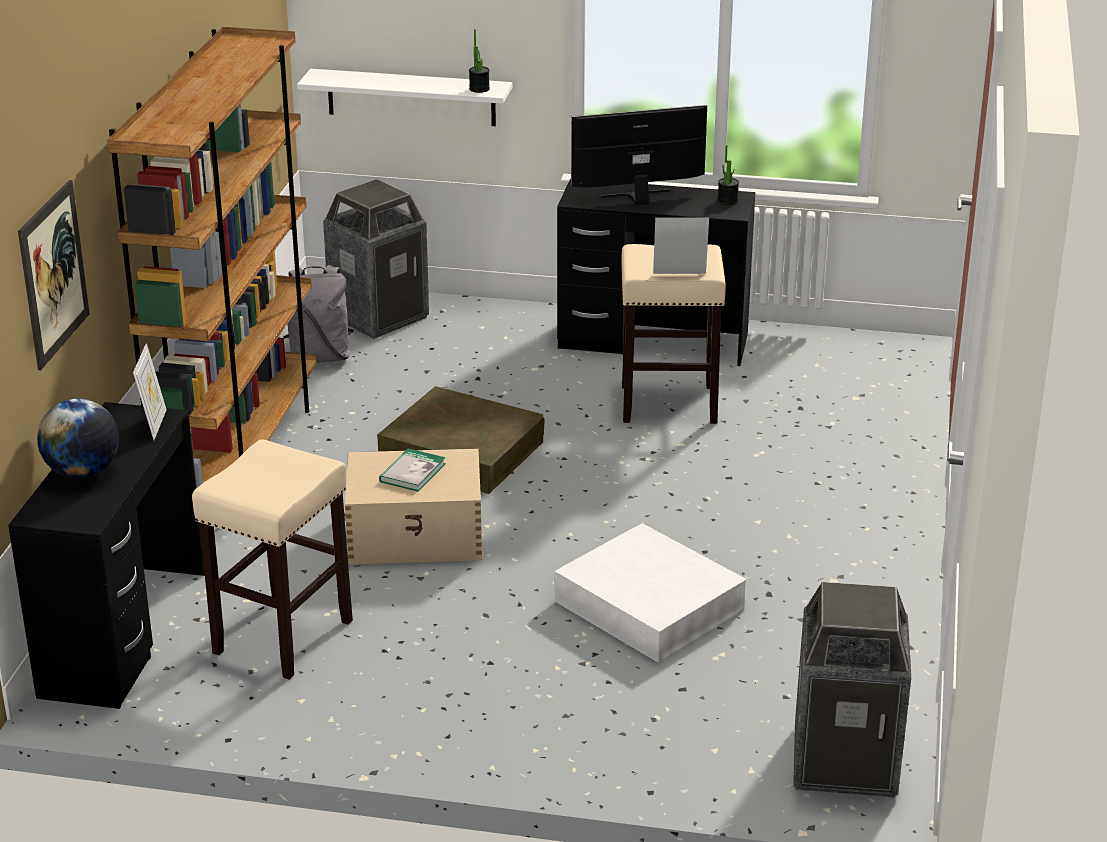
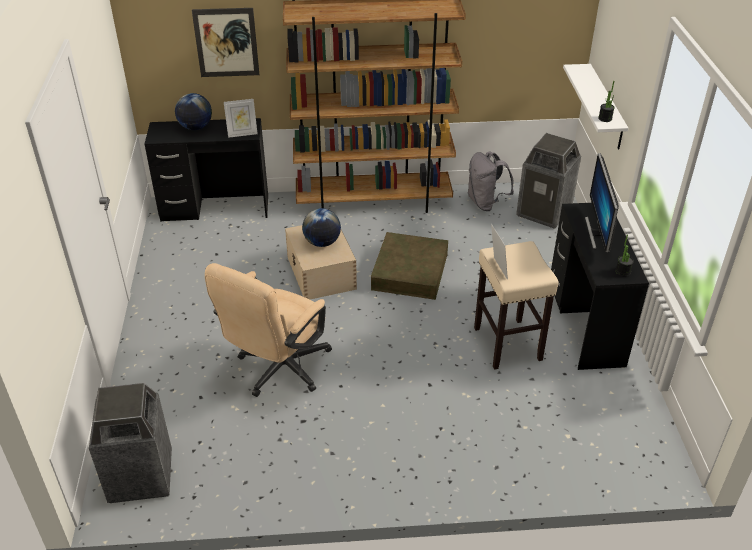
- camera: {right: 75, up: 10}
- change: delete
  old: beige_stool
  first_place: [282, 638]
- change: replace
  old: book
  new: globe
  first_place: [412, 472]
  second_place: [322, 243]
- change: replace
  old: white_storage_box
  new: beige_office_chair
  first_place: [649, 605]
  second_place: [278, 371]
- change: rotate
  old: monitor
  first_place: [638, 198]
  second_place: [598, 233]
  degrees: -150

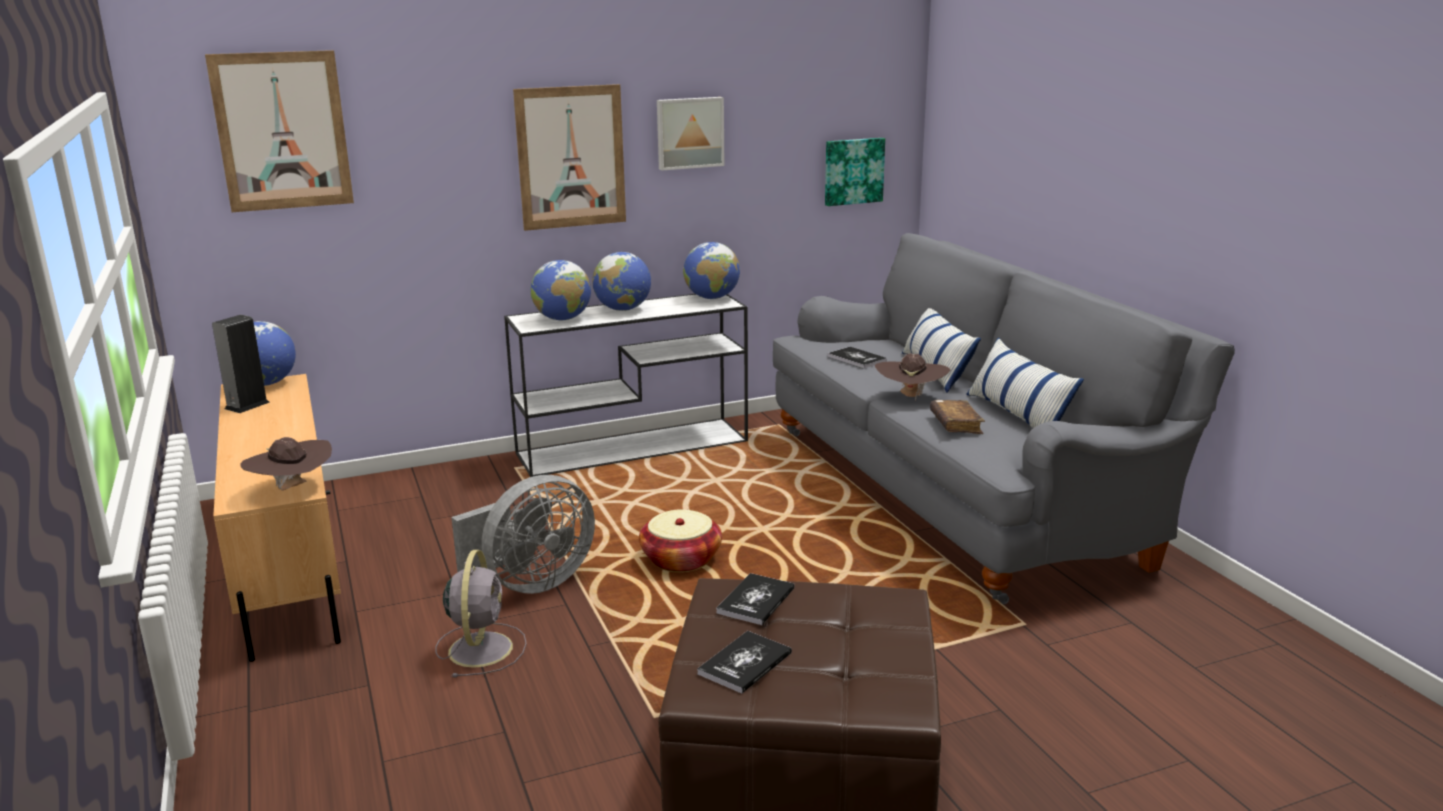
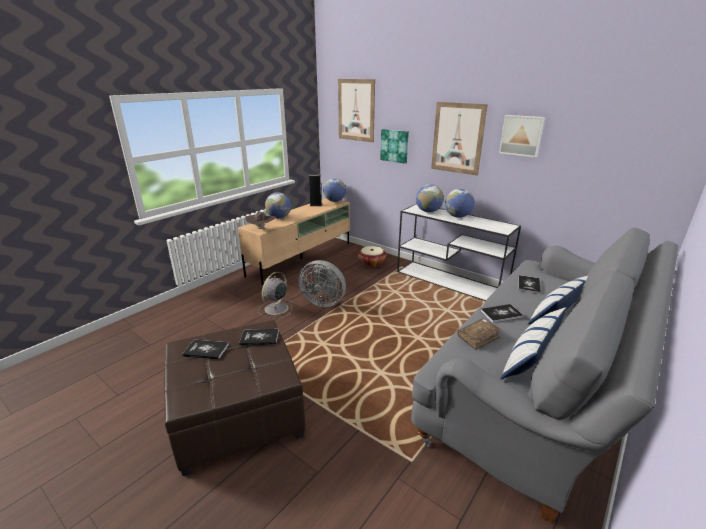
- camera: {right: 60, up: 5}
- change: move
  old: basket
  first_place: [681, 559]
  second_place: [371, 263]
- change: move
  old: globe
  first_place: [712, 298]
  second_place: [279, 217]
- change: move
  old: picture
  first_place: [853, 171]
  second_place: [394, 145]
- change: replace
  old: brown_hat
  new: book
  first_place: [911, 396]
  second_place: [501, 314]
- change: rotate
  old: grey_fan
  first_place: [481, 648]
  second_place: [275, 309]
  degrees: 150

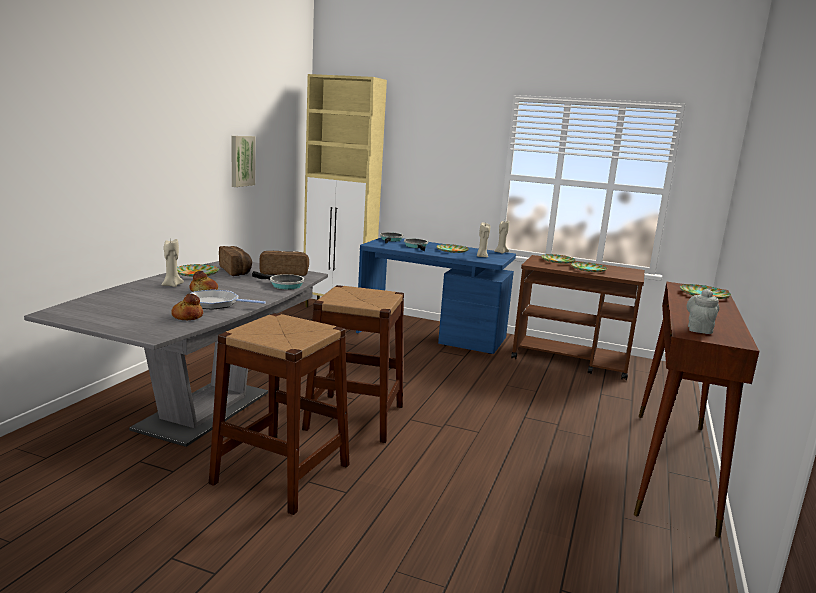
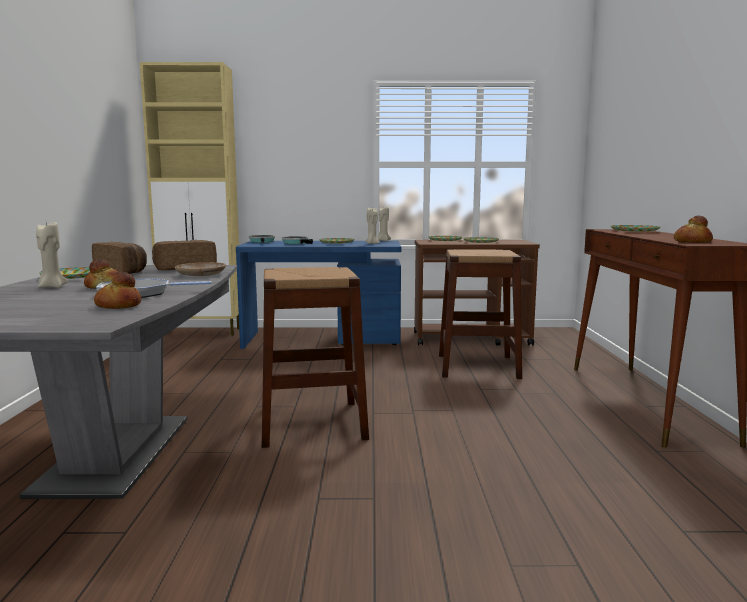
- camera: {right: -20, up: -5}
- change: delete
  old: picture
  first_place: [241, 161]
- change: move
  old: brown_stool
  first_place: [282, 474]
  second_place: [478, 366]
- change: replace
  old: frying_pan
  new: beige_plate
  first_place: [283, 285]
  second_place: [201, 275]
- change: replace
  old: grey_teapot
  new: bread
  first_place: [699, 329]
  second_place: [691, 241]

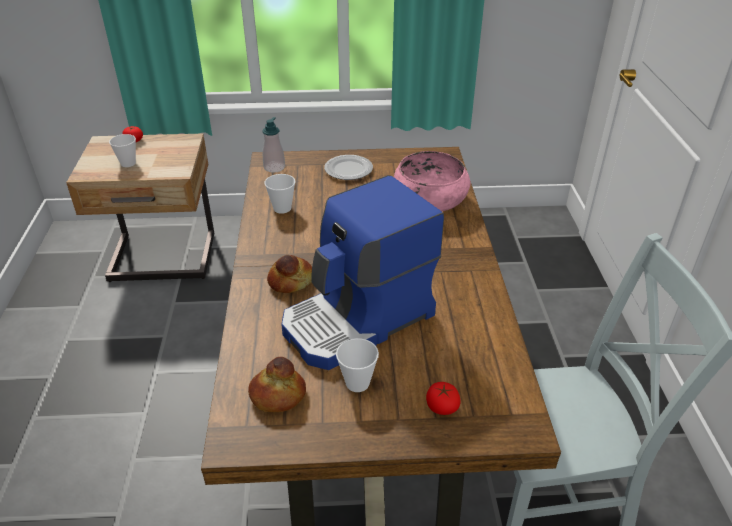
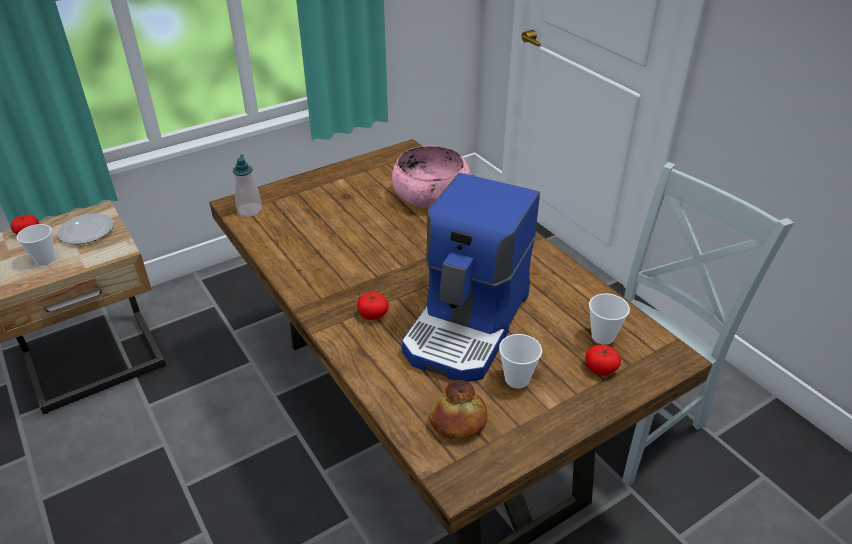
- camera: {right: -30, up: 0}
- change: move
  old: cup
  first_place: [282, 208]
  second_place: [602, 336]
- change: move
  old: plate
  first_place: [348, 170]
  second_place: [86, 231]
- change: replace
  old: bread
  new: tomato
  first_place: [291, 281]
  second_place: [373, 314]

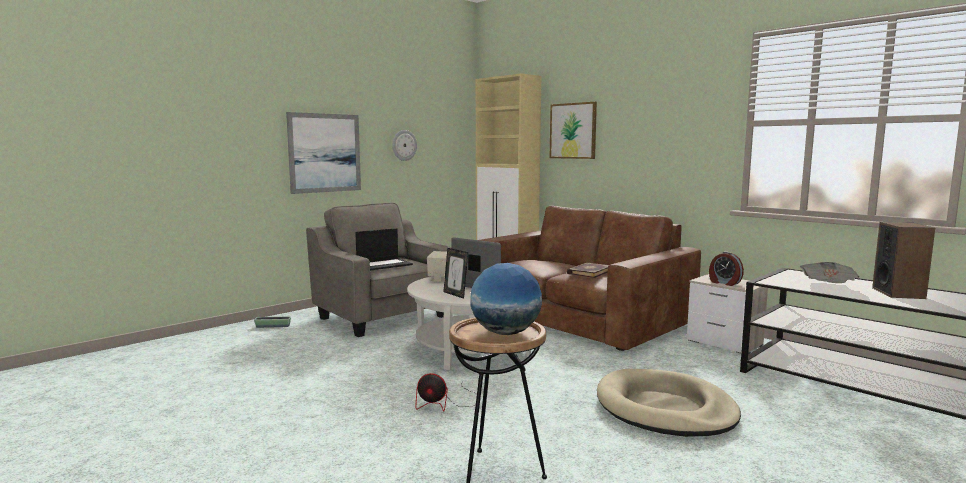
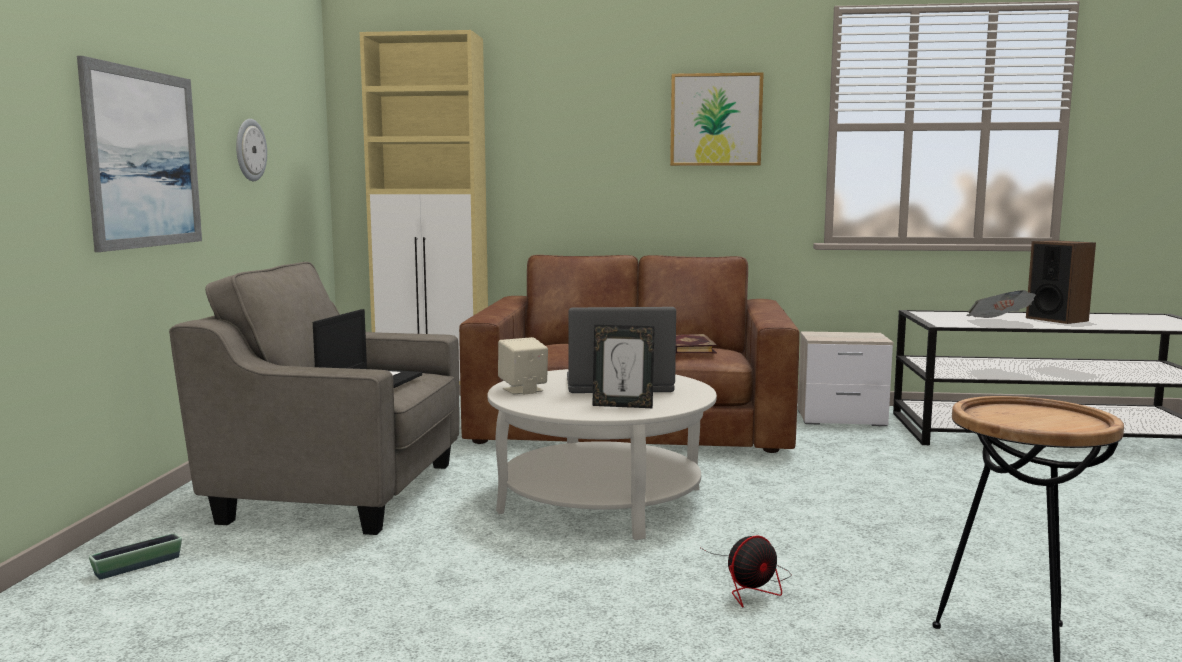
- camera: {right: -40, up: 0}
- change: delete
  old: globe
  first_place: [505, 333]
- change: delete
  old: beige_dog_bed
  first_place: [665, 408]
- change: delete
  old: alarm_clock
  first_place: [724, 283]
- change: move
  old: picture
  first_place: [573, 131]
  second_place: [716, 120]

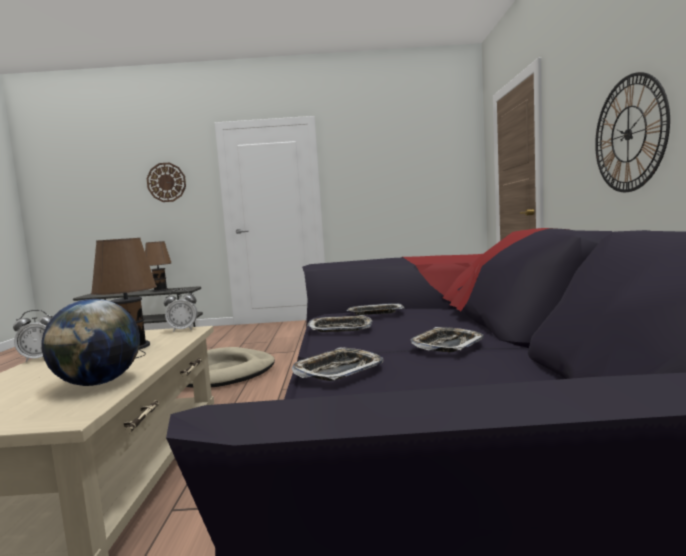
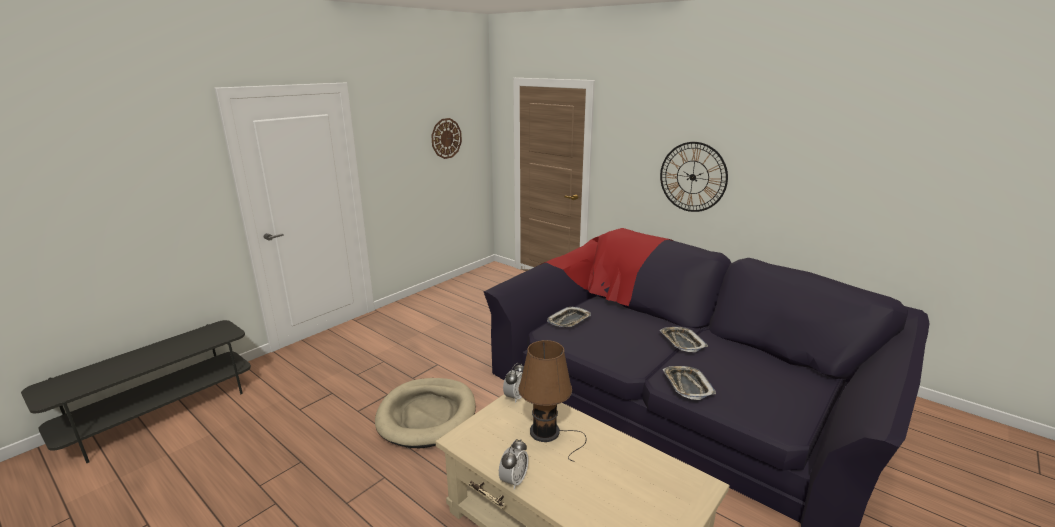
- camera: {right: -50, up: 15}
- change: delete
  old: globe
  first_place: [98, 383]
- change: delete
  old: brown_table_lamp
  first_place: [162, 290]
- change: delete
  old: tray
  first_place: [340, 328]
- change: move
  old: wall_clock
  first_place: [166, 182]
  second_place: [446, 138]

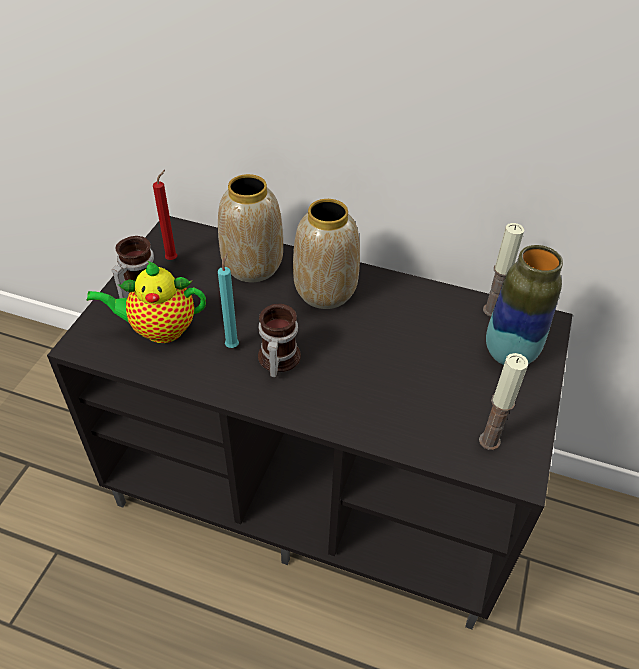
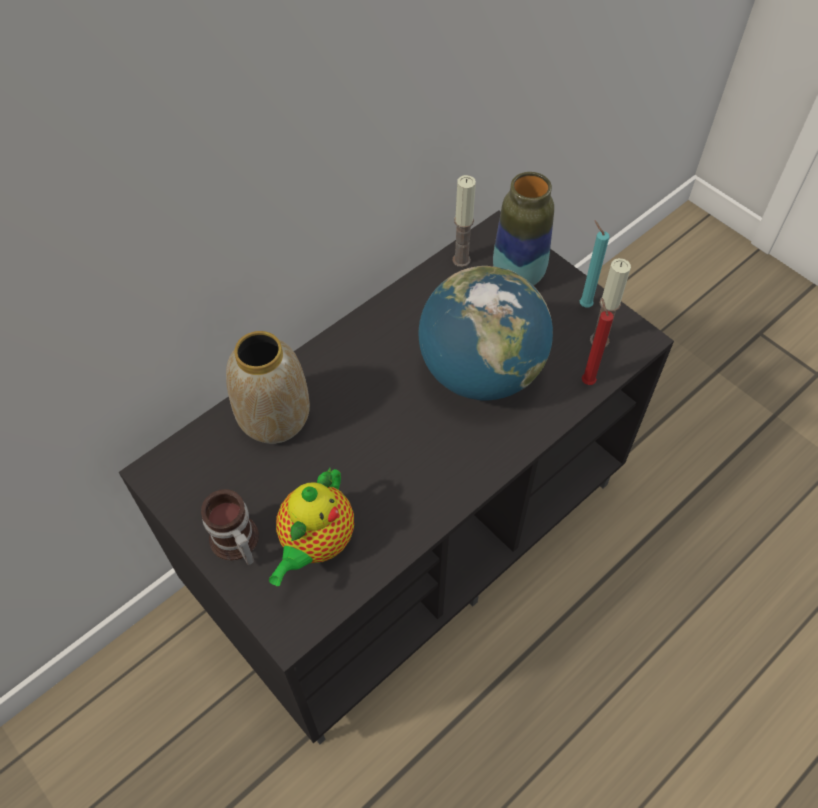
- camera: {right: -60, up: 10}
- change: delete
  old: mug
  first_place: [276, 359]
- change: delete
  old: vase
  first_place: [324, 292]
- change: insert
  new: globe
  second_place: [480, 372]
- change: move
  old: red_candle
  first_place: [173, 259]
  second_place: [586, 380]
- change: move
  old: turquoise_candle
  first_place: [233, 345]
  second_place: [583, 304]

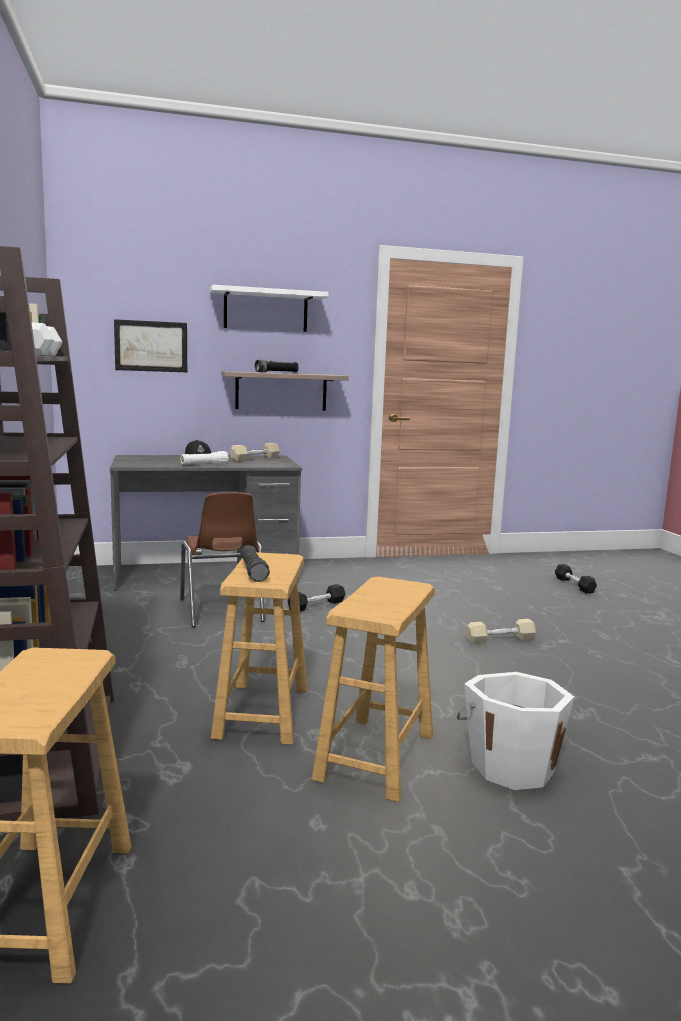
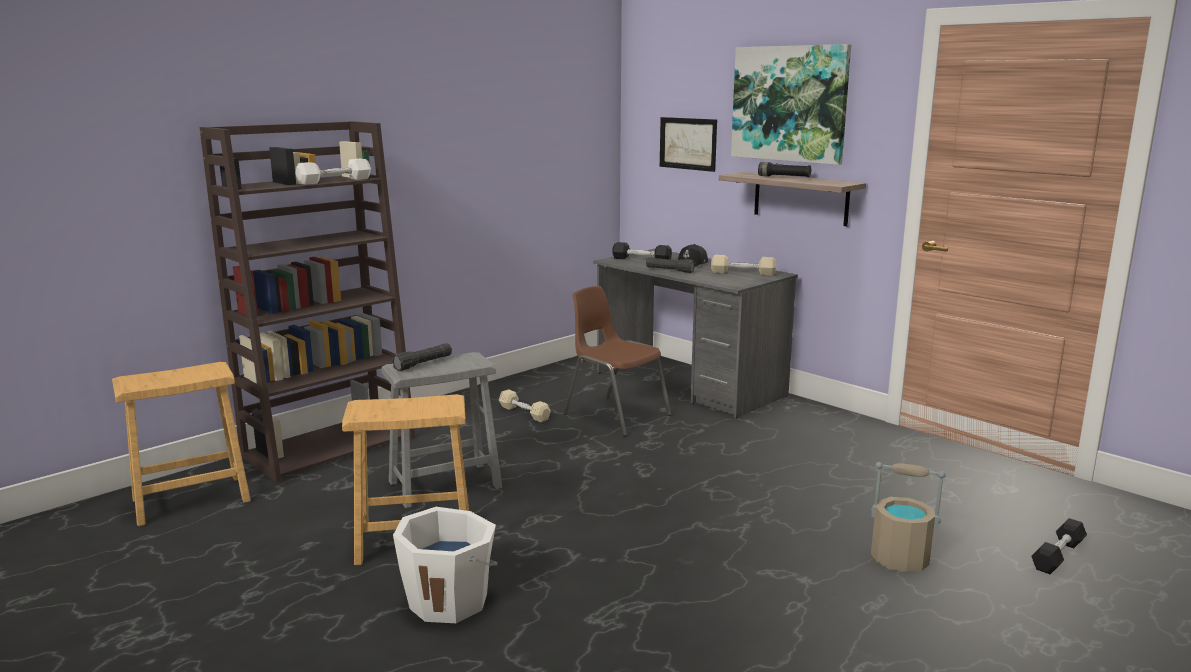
- camera: {right: 60, up: 5}
- change: insert
  new: beige_bucket
  second_place: [900, 559]
- change: move
  old: black_dumbbell
  first_place: [316, 605]
  second_place: [641, 259]
- change: move
  old: beige_dumbbell
  first_place: [500, 639]
  second_place: [524, 413]
- change: replace
  old: white_shelf
  new: picture
  first_place: [265, 310]
  second_place: [789, 103]
- change: recolor
  old: white_flashlight
  new: black_flashlight
  first_place: [204, 464]
  second_place: [669, 270]
- change: recolor
  old: brown_stool
  new: grey_stool
  first_place: [262, 712]
  second_place: [444, 484]
- change: rotate
  old: brown_chair
  first_place: [221, 611]
  second_place: [615, 415]
  degrees: 90

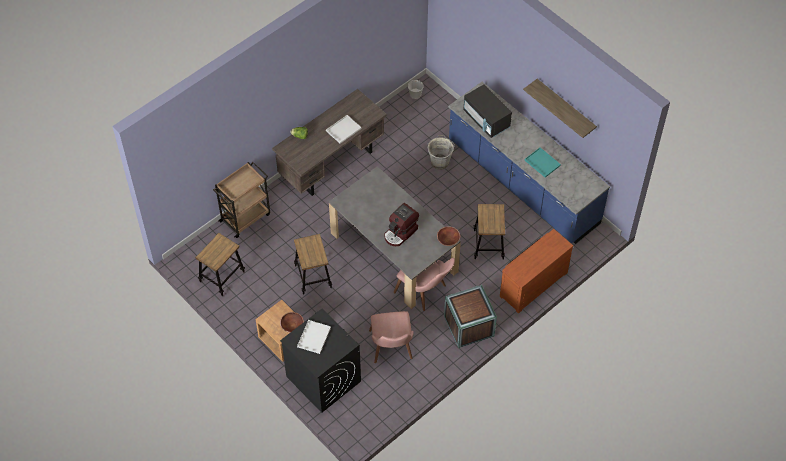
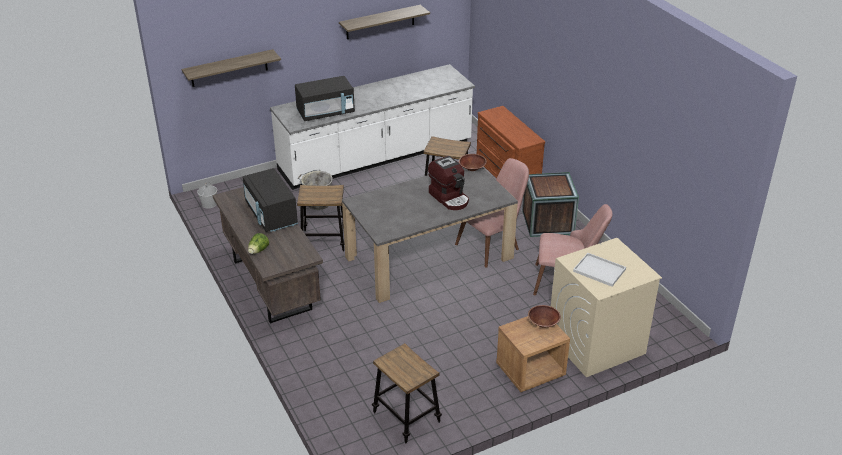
- camera: {right: -75, up: -20}
- change: delete
  old: brown_cart
  first_place: [246, 217]
- change: delete
  old: turquoise_tray
  first_place: [541, 162]
- change: insert
  new: shelf
  second_place: [229, 68]
- change: move
  old: stool
  first_place: [313, 276]
  second_place: [324, 240]
- change: replace
  old: white_tray
  new: black_microwave
  first_place: [343, 130]
  second_place: [271, 215]
- change: recolor
  old: black_washing_machine
  new: beige_washing_machine
  first_place: [323, 378]
  second_place: [595, 344]
- change: recolor
  old: blue_counter
  new: white_counter
  first_place: [522, 182]
  second_place: [376, 157]

